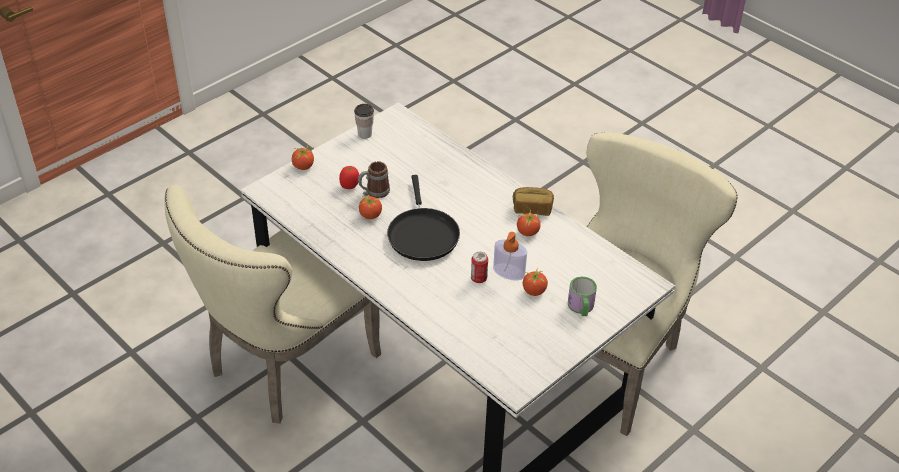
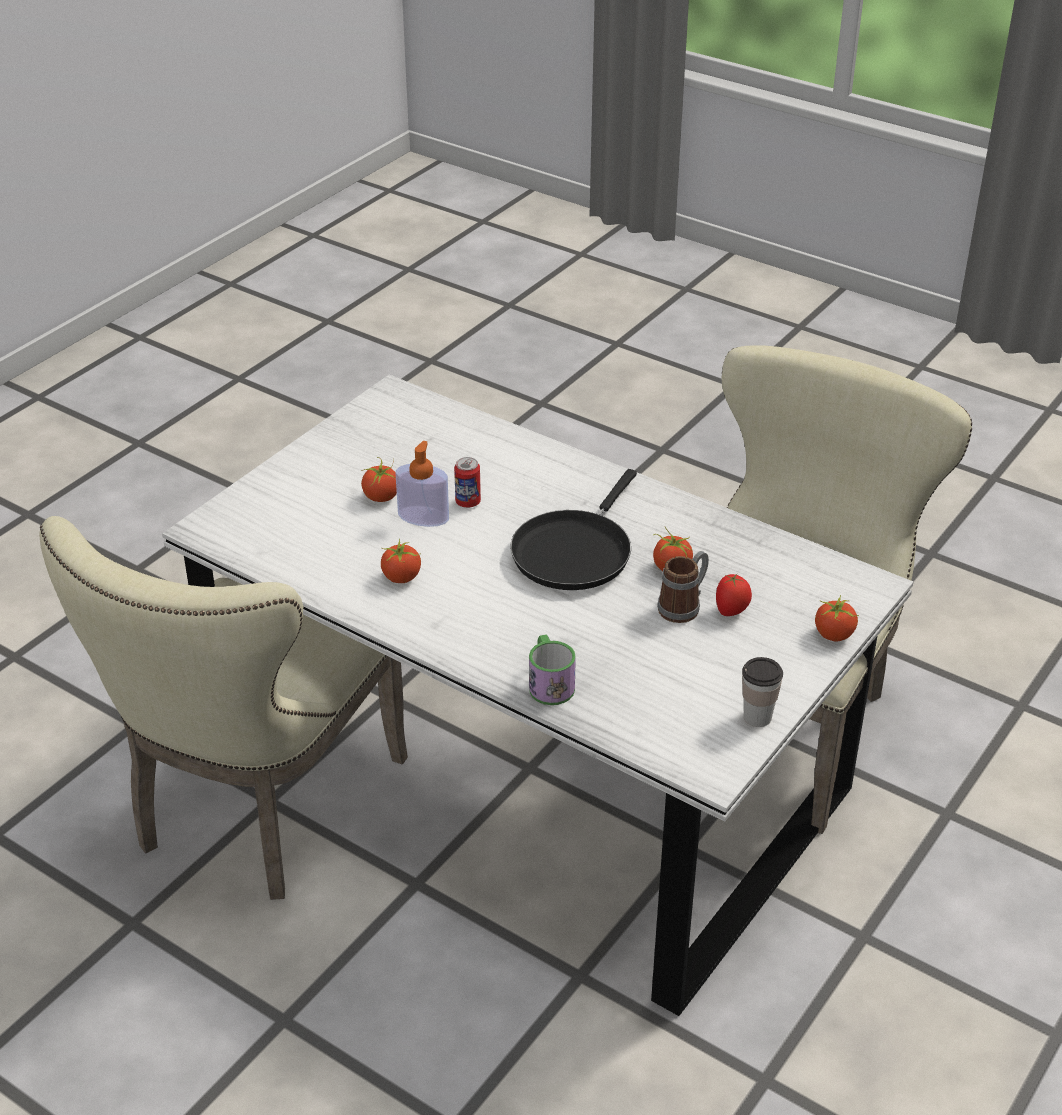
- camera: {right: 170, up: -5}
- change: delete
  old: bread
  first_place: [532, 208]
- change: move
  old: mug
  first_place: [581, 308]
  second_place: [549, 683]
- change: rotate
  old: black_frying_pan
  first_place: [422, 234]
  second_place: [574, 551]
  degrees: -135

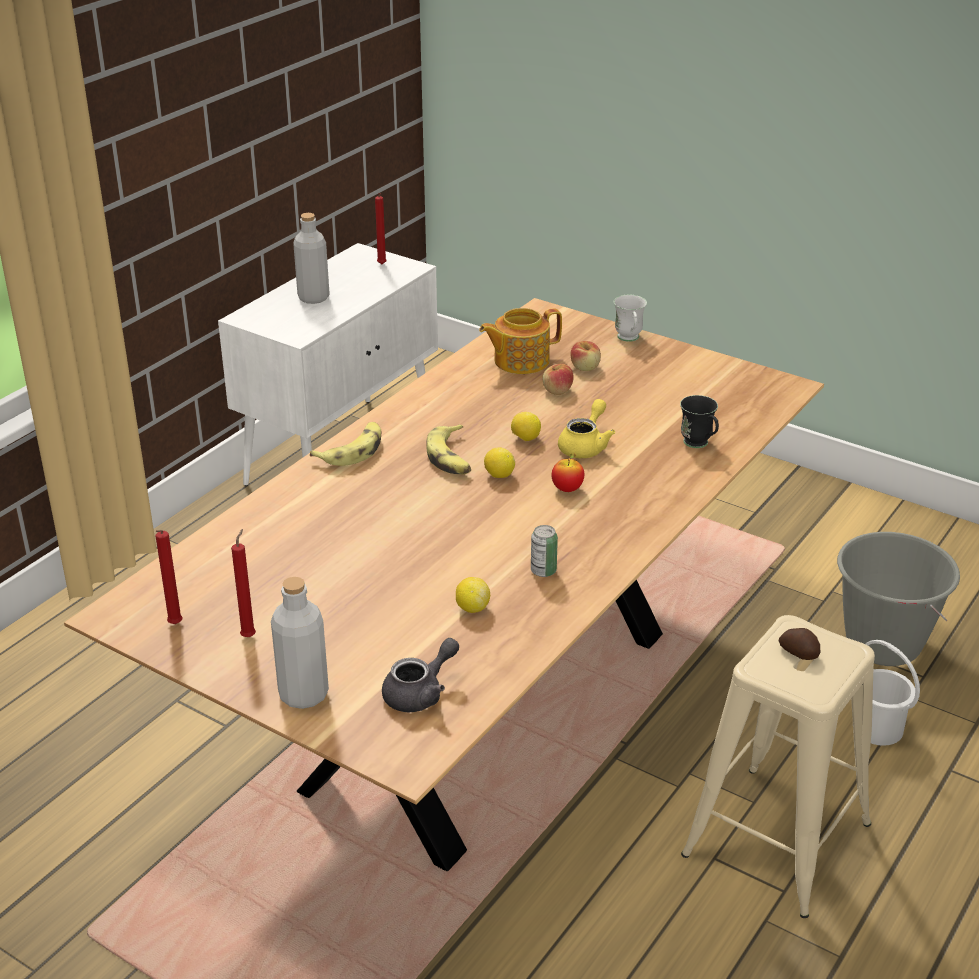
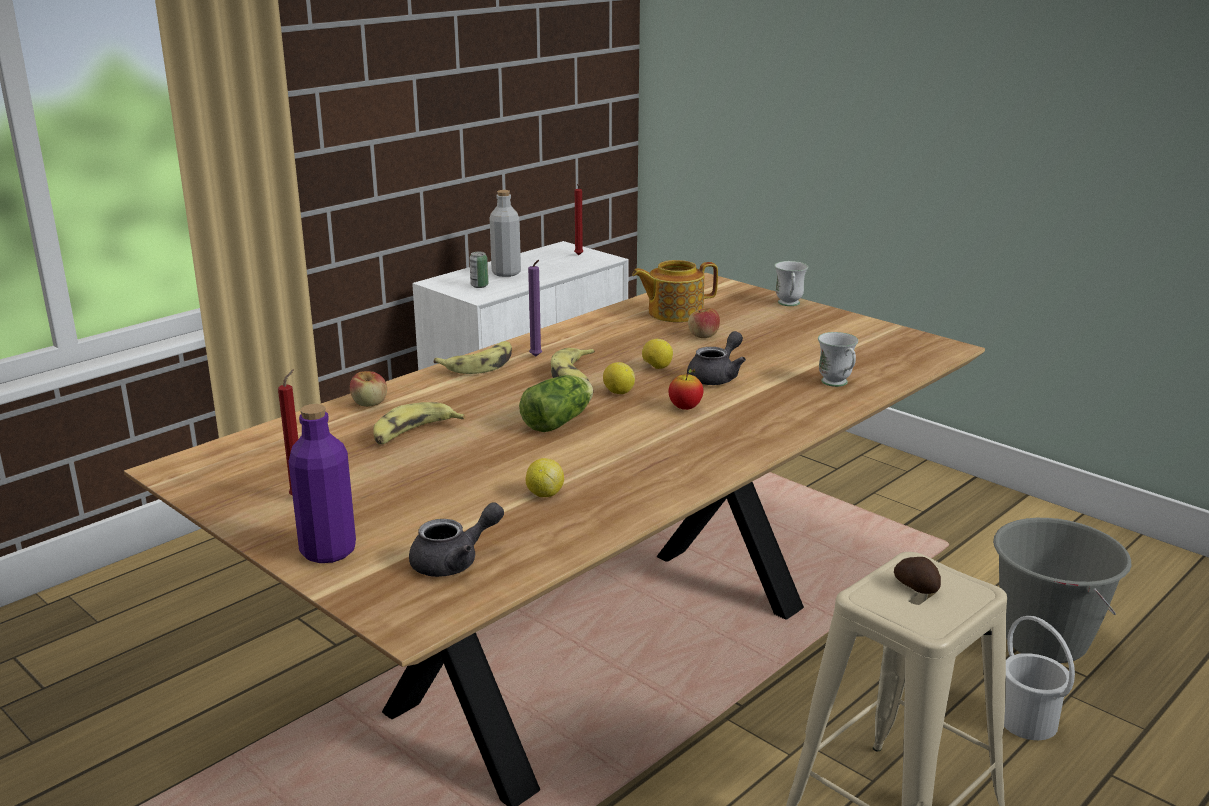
- camera: {right: 10, up: -10}
- change: delete
  old: red_candle
  first_place: [174, 625]
- change: insert
  new: banana
  second_place: [413, 433]
- change: insert
  new: lettuce
  second_place: [560, 421]
- change: insert
  new: purple_candle
  second_place: [536, 357]
- change: move
  old: can
  first_place: [543, 571]
  second_place: [479, 286]
- change: move
  old: apple
  first_place: [585, 367]
  second_place: [369, 403]
- change: recolor
  old: grey_bottle
  new: purple_bottle
  first_place: [303, 694]
  second_place: [328, 551]
- change: recolor
  old: yellow_teapot
  new: grey_teapot
  first_place: [585, 446]
  second_place: [717, 377]
- change: recolor
  old: black_mug
  new: white_mug
  first_place: [699, 445]
  second_place: [838, 384]

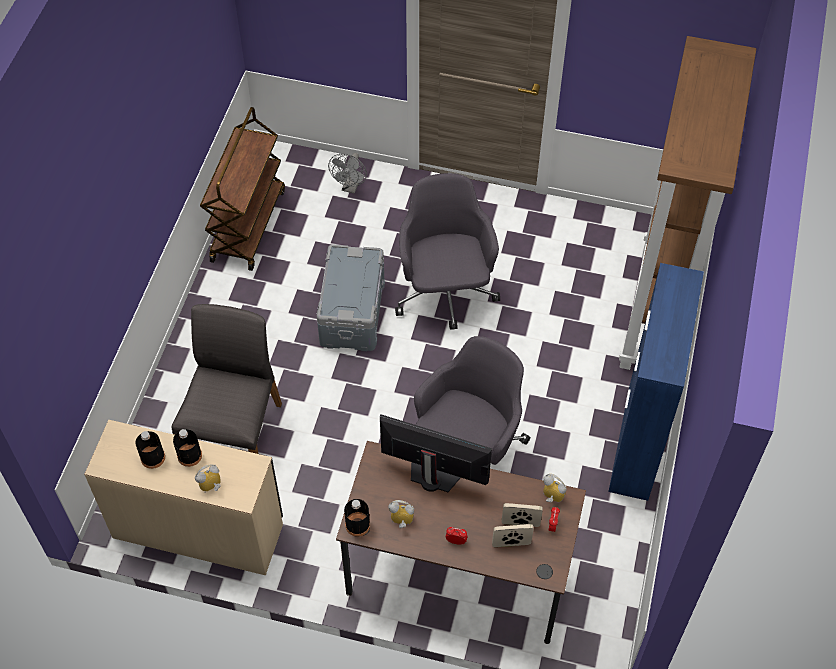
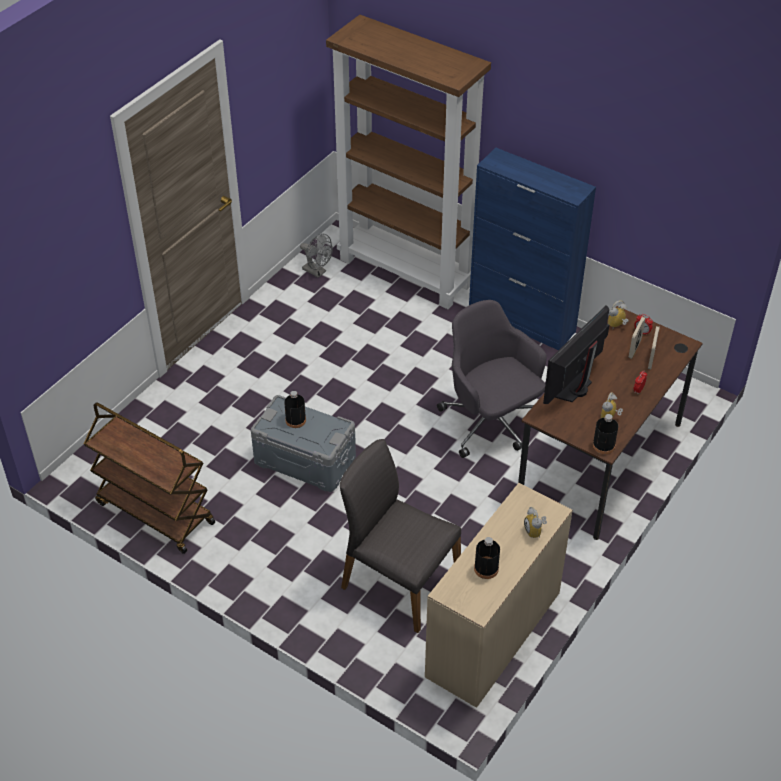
- camera: {right: -70, up: -10}
- change: delete
  old: grey_office_chair
  first_place: [445, 292]
- change: move
  old: black_bottle
  first_place: [189, 455]
  second_place: [295, 420]
- change: move
  old: grey_fan
  first_place: [350, 187]
  second_place: [317, 272]

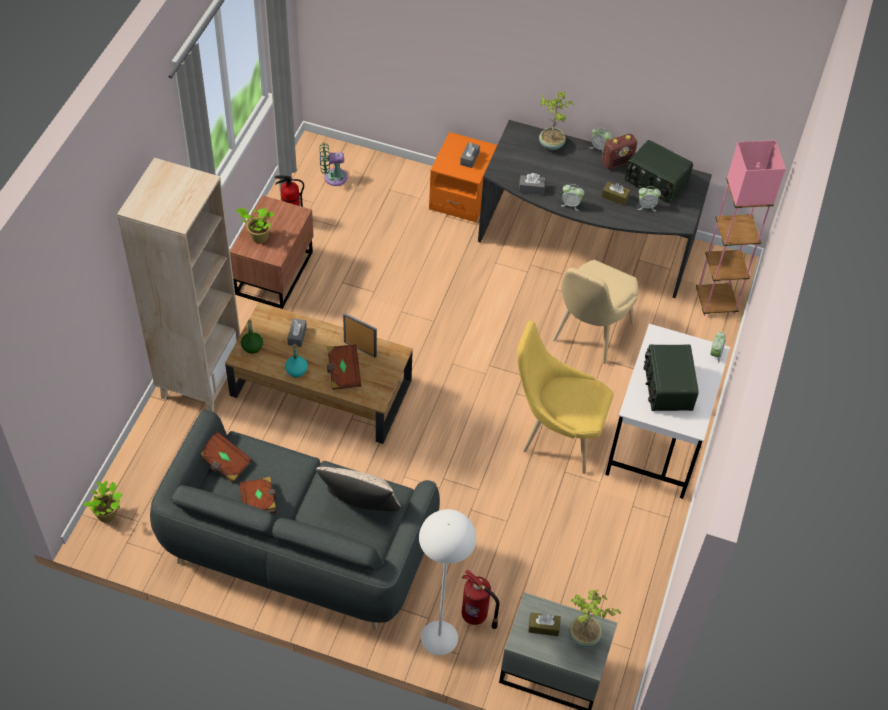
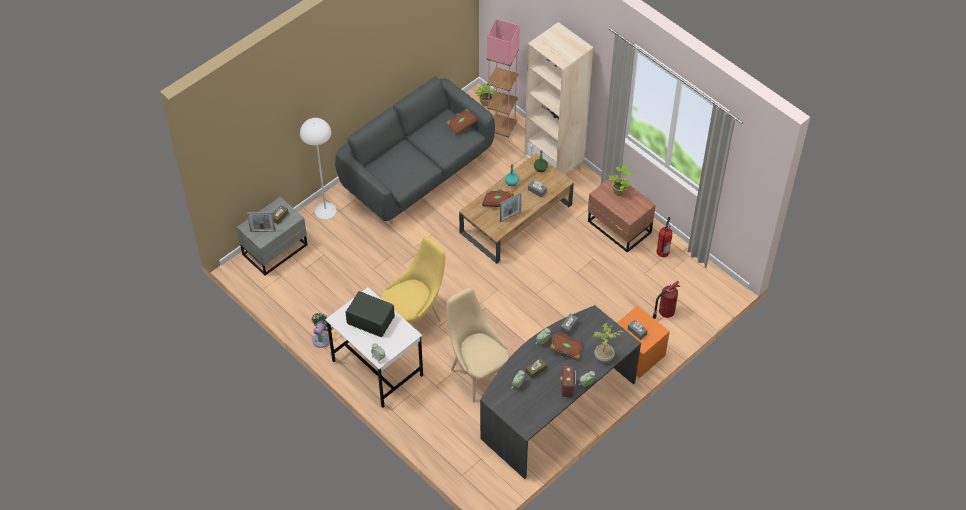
- camera: {right: 120, up: 0}
- change: delete
  old: beige_pillow
  first_place: [360, 506]
- change: delete
  old: radio
  first_place: [655, 183]
- change: move
  old: brown_book
  first_place: [259, 502]
  second_place: [566, 350]
- change: move
  old: green_fan
  first_place: [332, 177]
  second_place: [322, 338]
- change: move
  old: fire_extinguisher
  first_place: [476, 616]
  second_place: [665, 312]
- change: move
  old: pink_floor_lamp
  first_place: [715, 302]
  second_place: [501, 128]
- change: replace
  old: potted_plant
  new: picture_frame
  first_place: [584, 637]
  second_place: [263, 231]

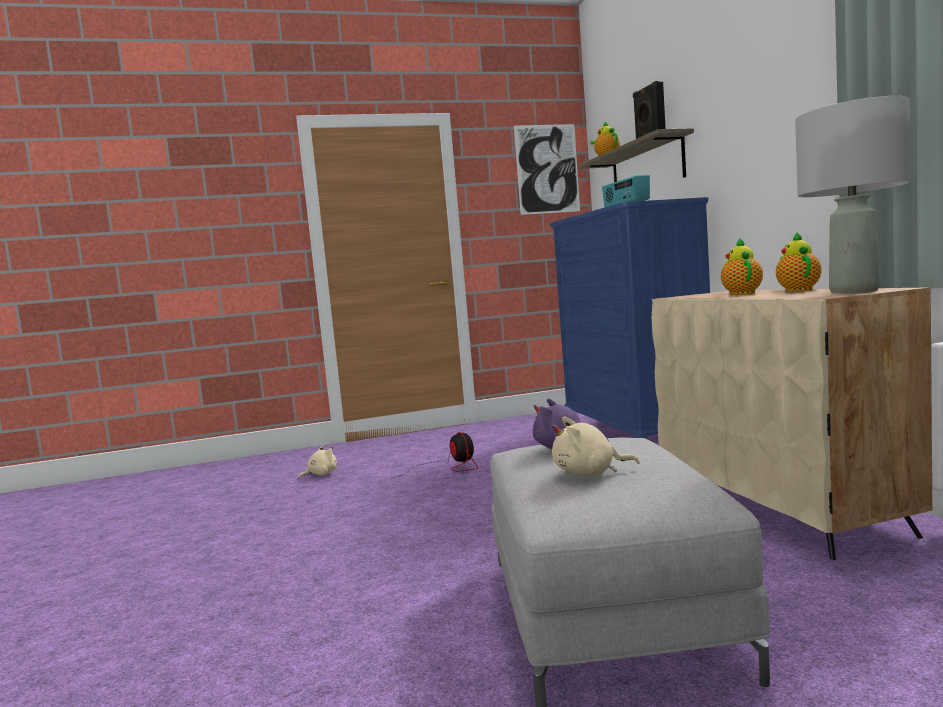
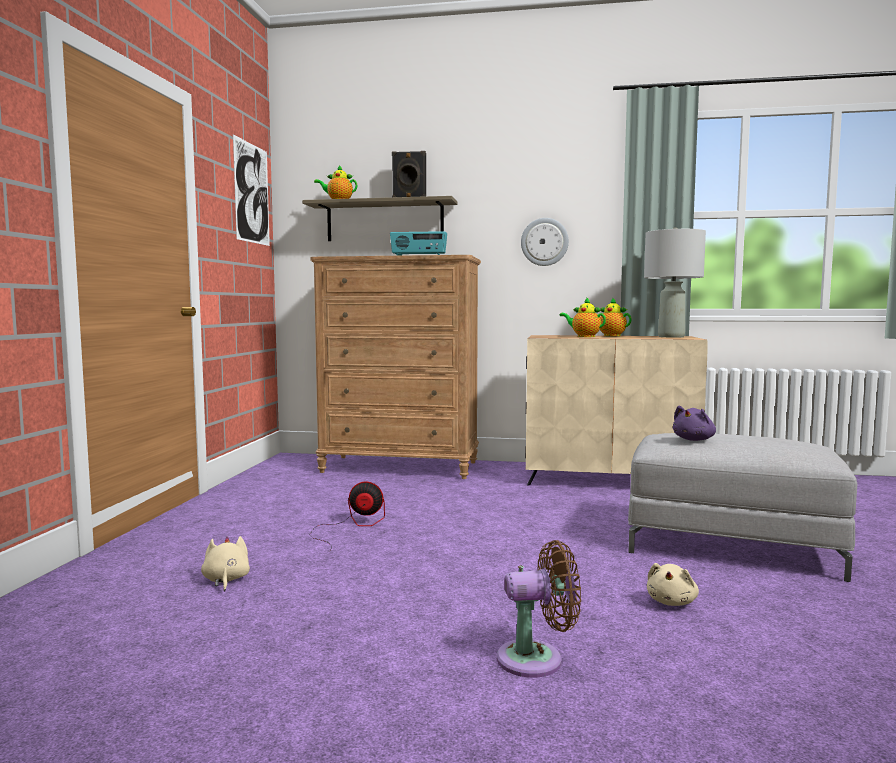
- camera: {right: -65, up: 0}
- change: insert
  new: brown_fan
  second_place: [537, 659]
- change: insert
  new: wall_clock
  second_place: [544, 242]
- change: move
  old: beige_plush_toy
  first_place: [589, 473]
  second_place: [671, 602]
- change: recolor
  old: blue_dresser
  new: brown_dresser
  first_place: [634, 434]
  second_place: [400, 467]

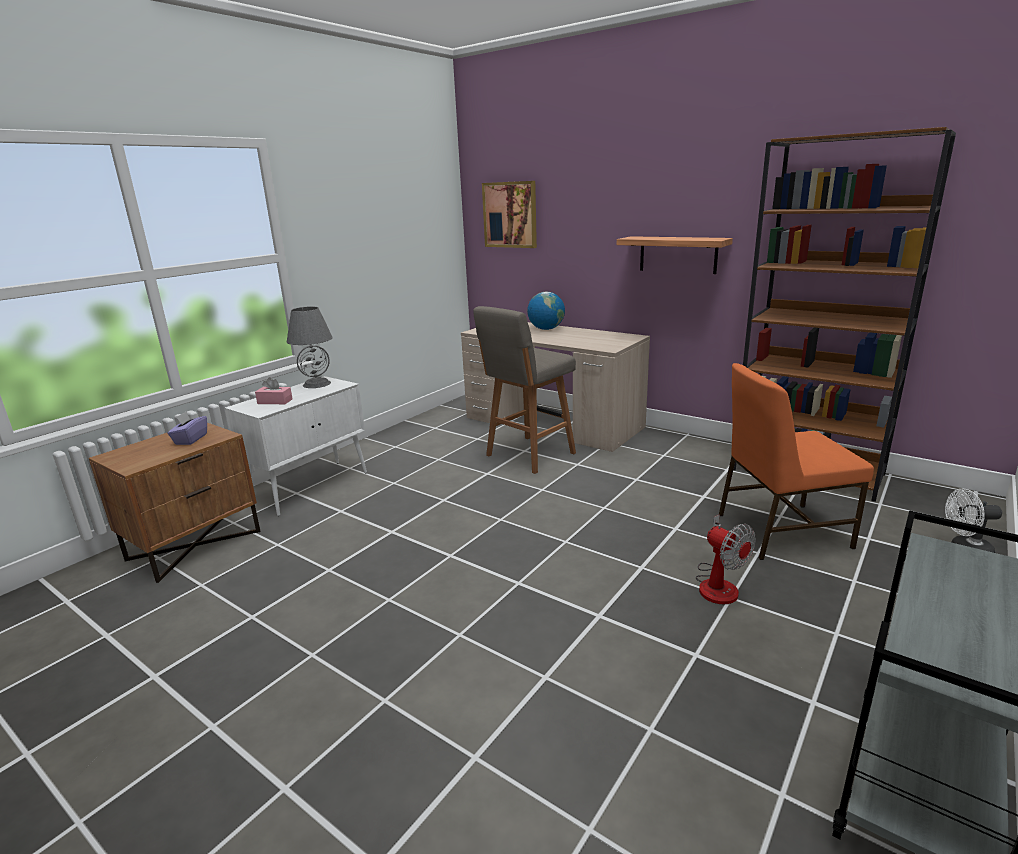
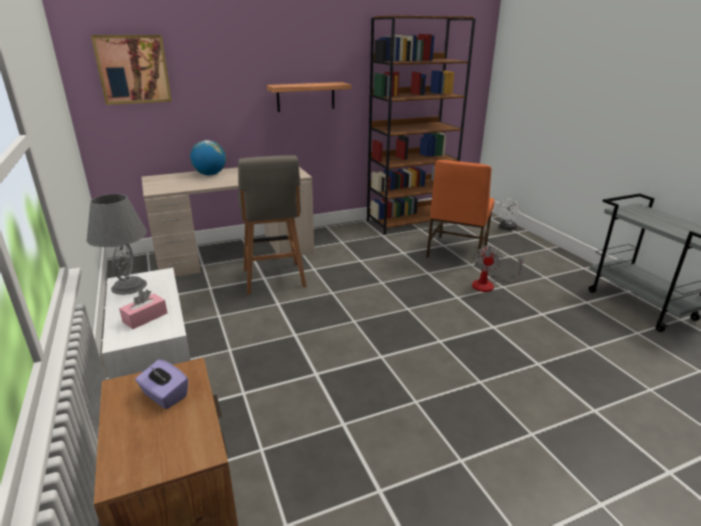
- camera: {right: -60, up: 5}
- change: rotate
  old: fan
  first_place: [718, 583]
  second_place: [489, 284]
  degrees: 105

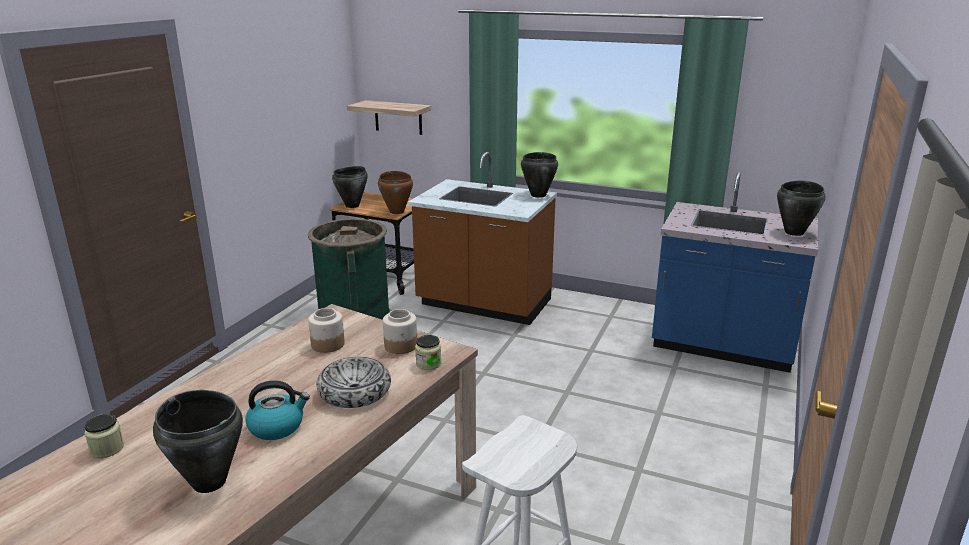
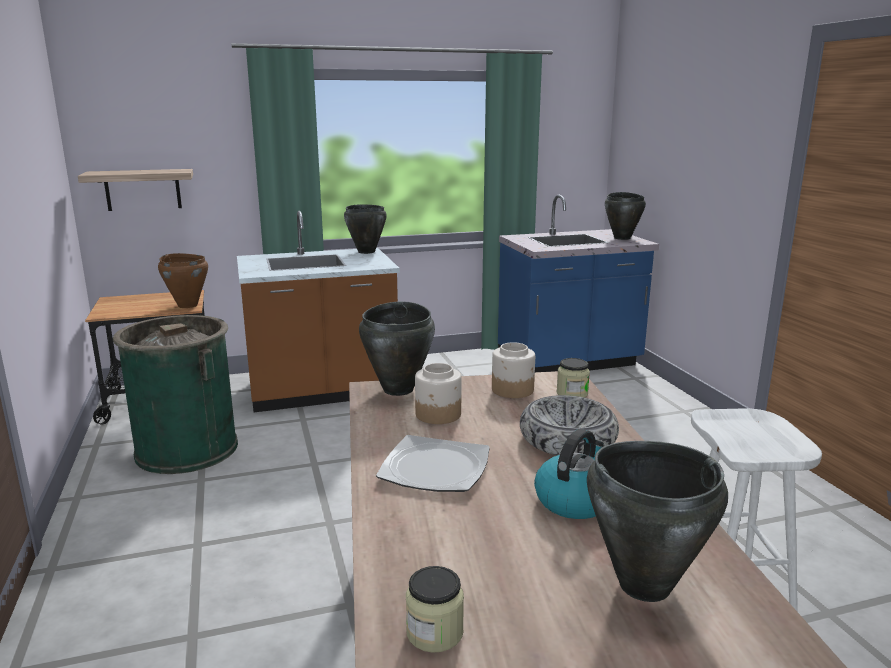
- camera: {right: -40, up: -5}
- change: insert
  new: plate
  second_place: [436, 468]
- change: move
  old: black_cooking_pot
  first_place: [352, 205]
  second_place: [399, 389]

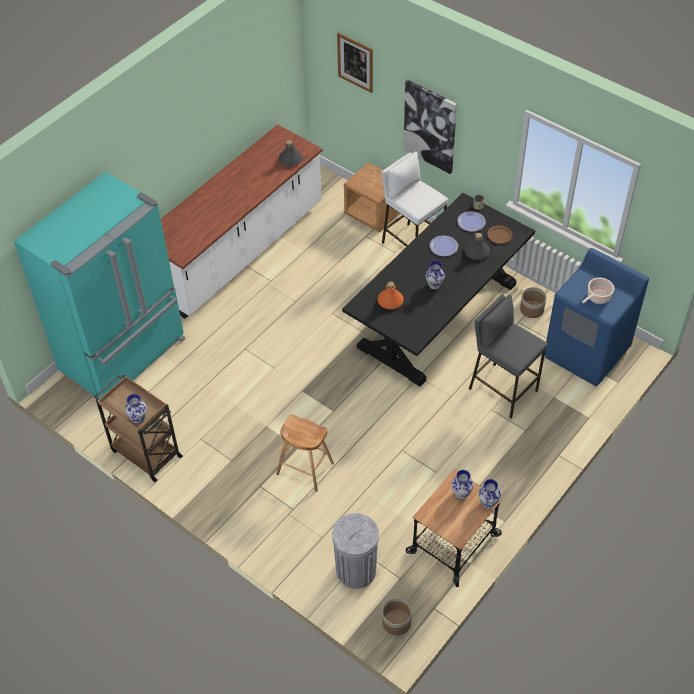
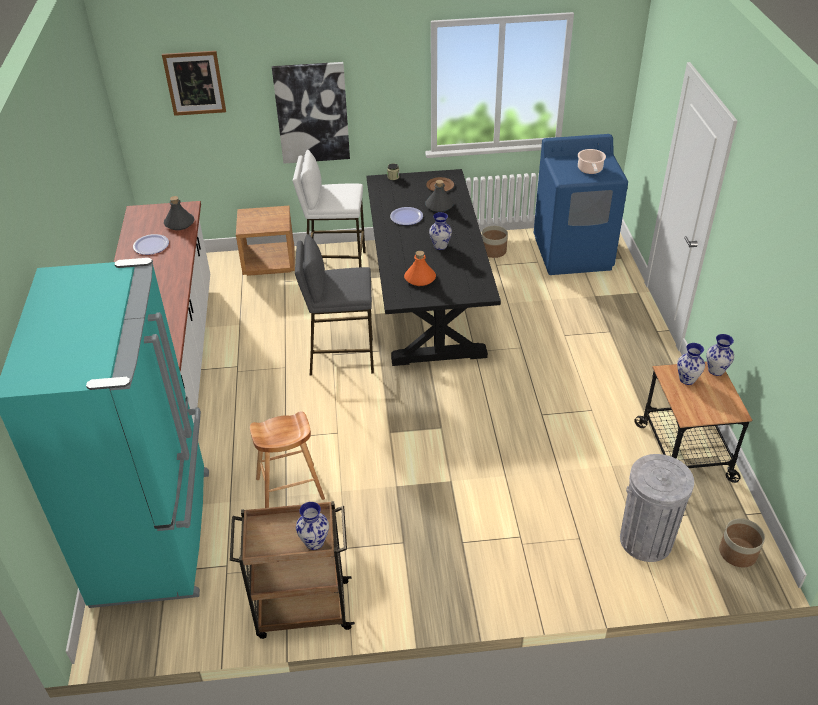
- camera: {right: -45, up: -10}
- change: move
  old: brown_stool
  first_place: [305, 469]
  second_place: [290, 488]
- change: move
  old: plate
  first_place: [471, 222]
  second_place: [151, 245]
- change: move
  old: grey_stool
  first_place: [502, 390]
  second_place: [341, 356]

